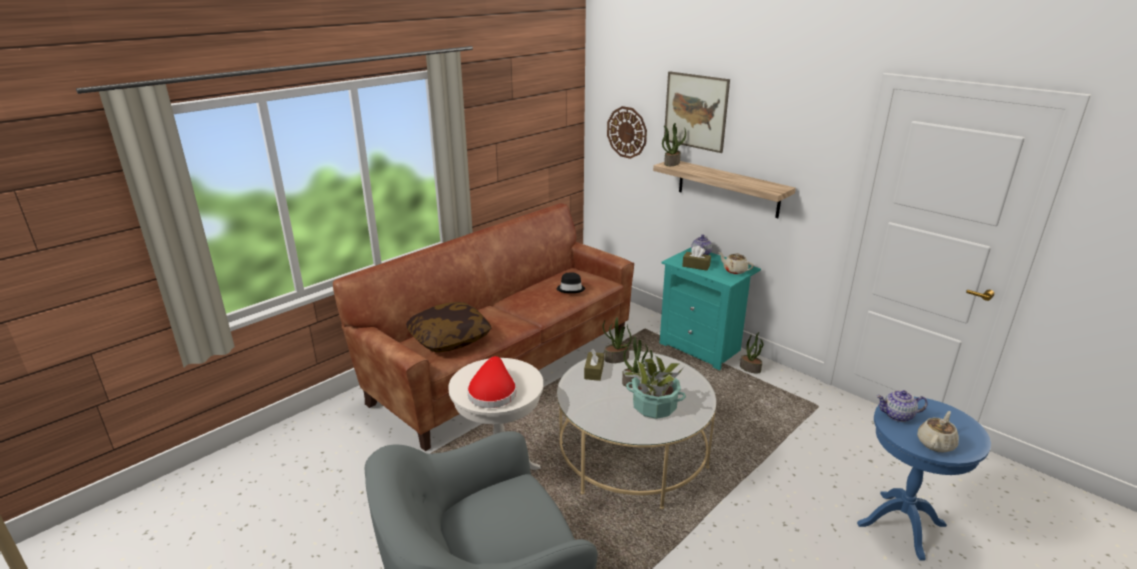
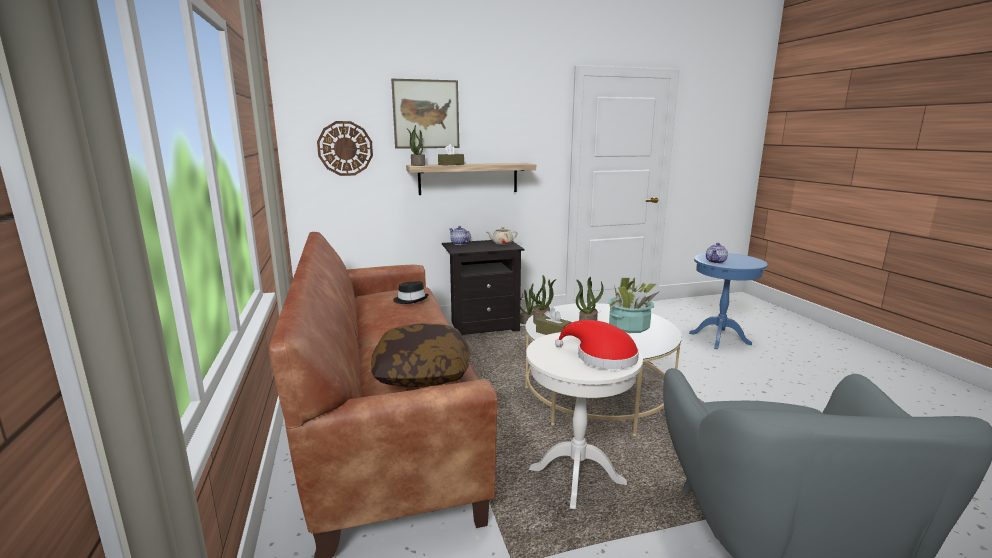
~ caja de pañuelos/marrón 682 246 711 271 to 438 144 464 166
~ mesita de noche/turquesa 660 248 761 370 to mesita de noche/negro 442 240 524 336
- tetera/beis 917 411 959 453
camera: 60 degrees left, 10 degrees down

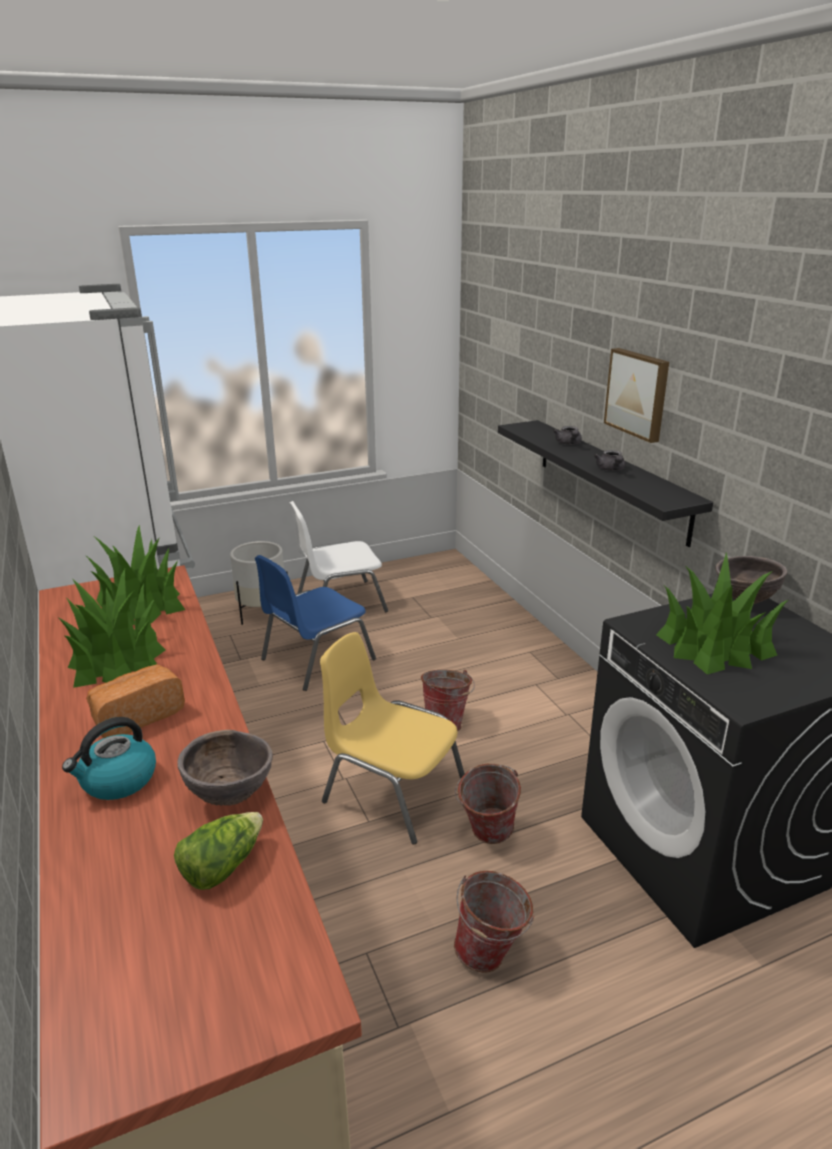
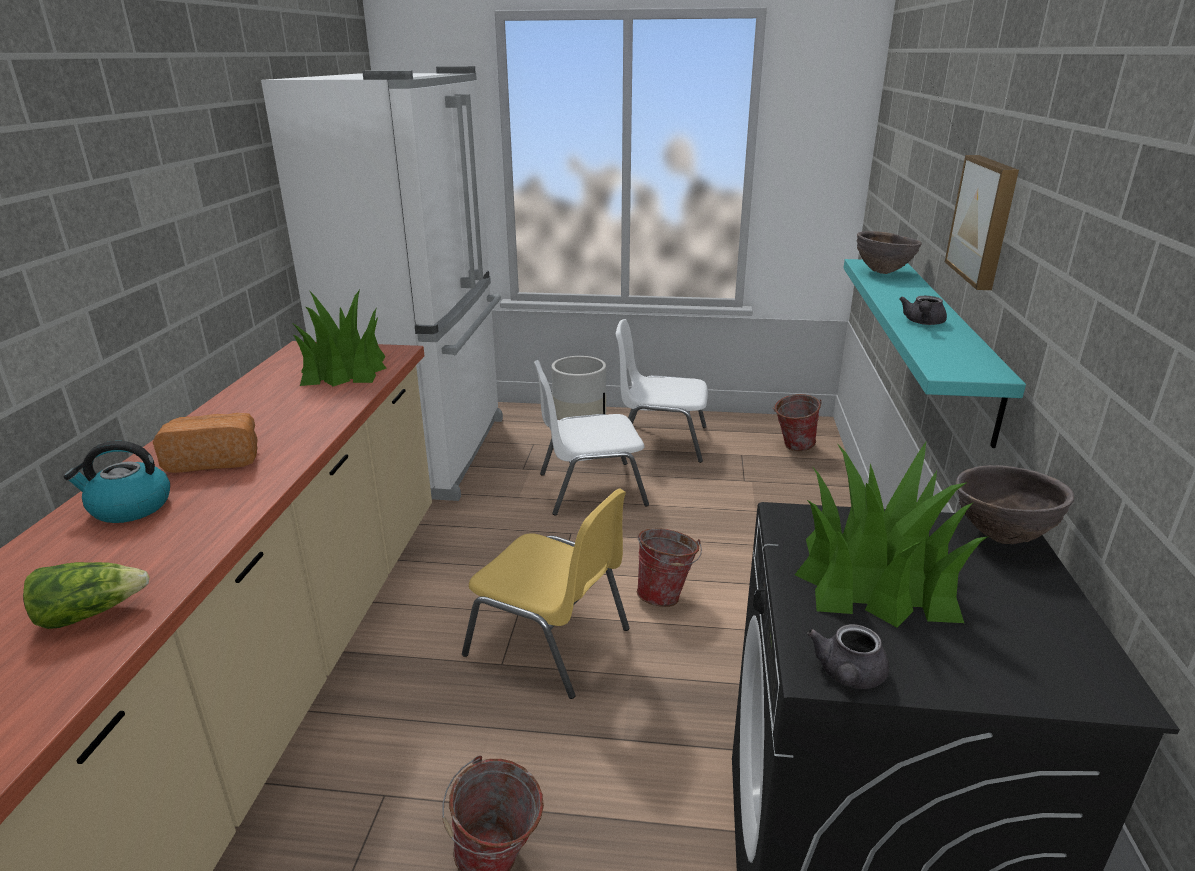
~ estante/negro 498 420 713 547 to estante/turquesa 843 259 1026 448
~ tetera/gris 553 426 582 445 to 807 624 889 689
~ silla/azul 255 555 376 691 to silla/blanco 534 360 649 516
- planta en maceta 59 569 165 688
~ silla/amarillo 320 632 465 844 = 462 489 630 699 150 degrees clockwise
~ cuenco/marrón 177 730 273 806 to 857 231 922 274
~ cubo 455 764 521 844 to 773 394 822 451
camera: 30 degrees right, 0 degrees up

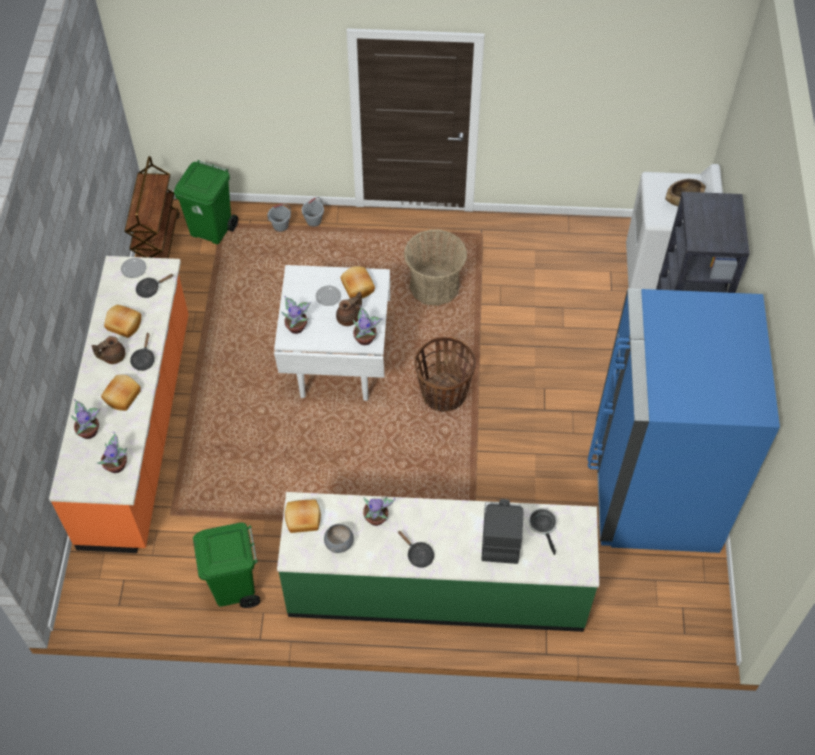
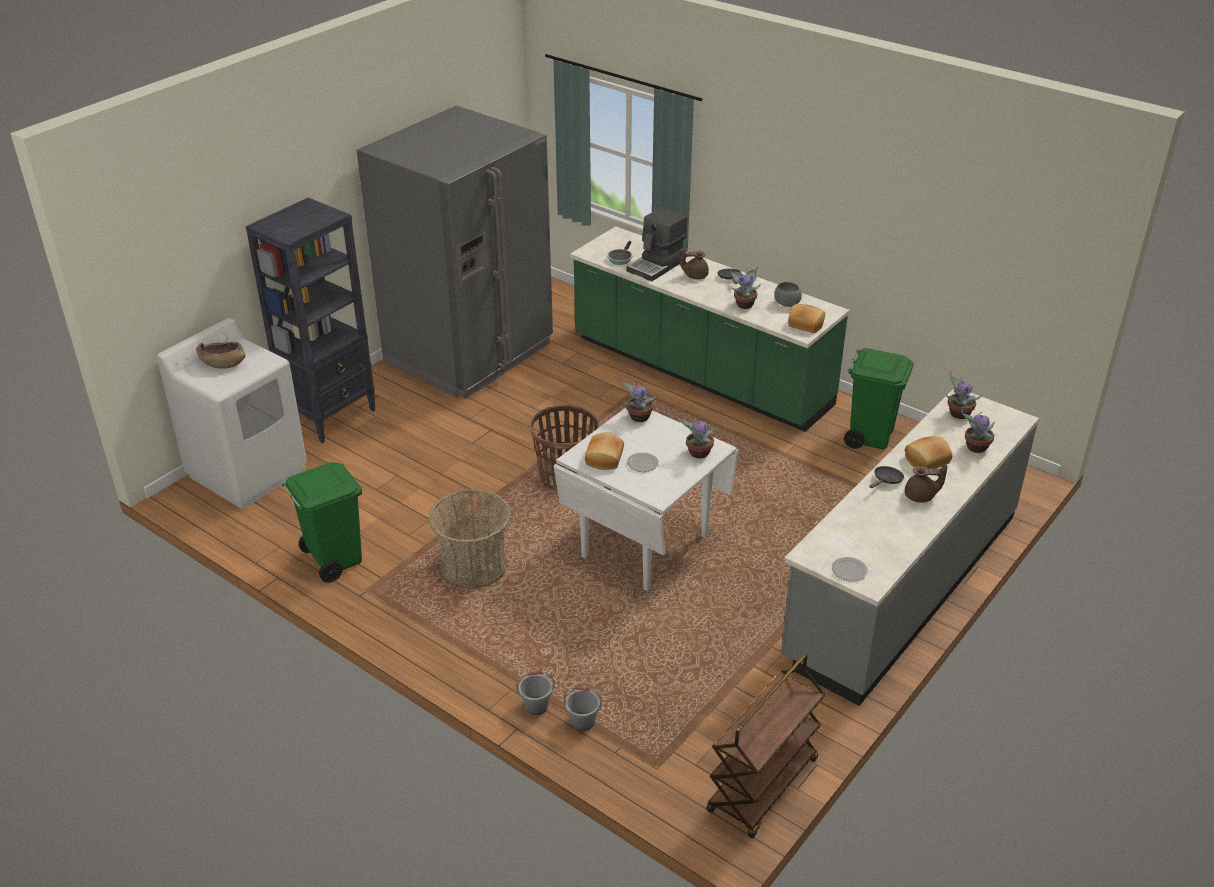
~ papelera/verde 174 160 238 244 to 282 462 362 583
~ mueble bajo de cocina/naranja 49 256 189 553 to mueble bajo de cocina/gris 781 388 1039 706
- sartén/negro 136 274 173 298
~ nevera/azul 587 289 780 553 to nevera/gris 357 106 553 399
~ tetera/marrón 336 291 362 326 to 680 248 709 279
- pan 104 305 141 338
camera: 145 degrees left, 20 degrees down

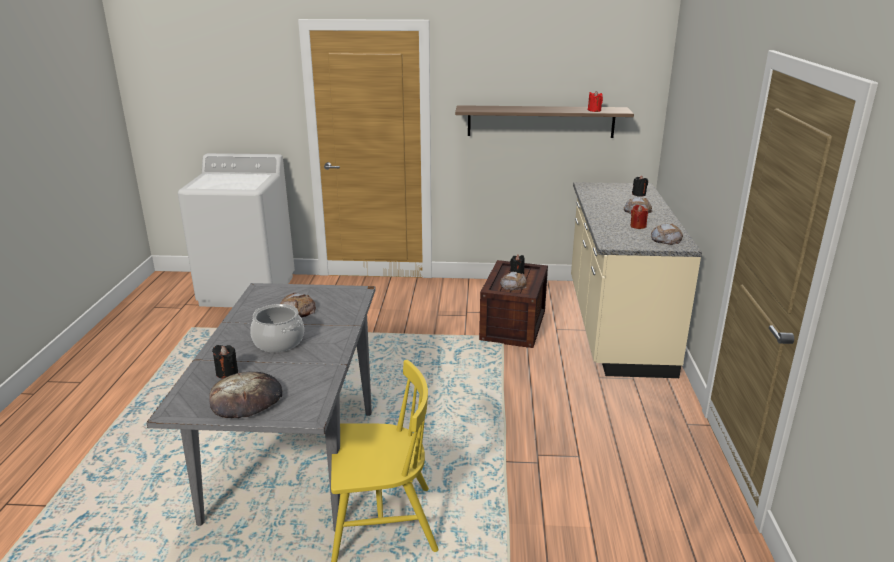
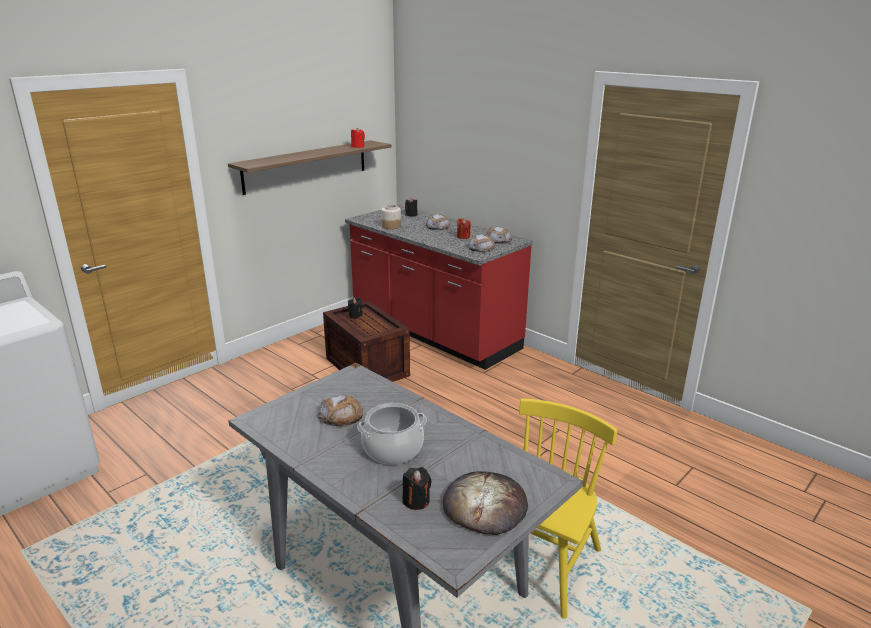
~ mueble bajo de cocina/beis 571 182 702 378 to mueble bajo de cocina/rojo 345 205 533 370
~ pan 500 272 527 291 to 469 234 495 252
+ tarro 381 204 401 229
camera: 50 degrees left, 0 degrees up

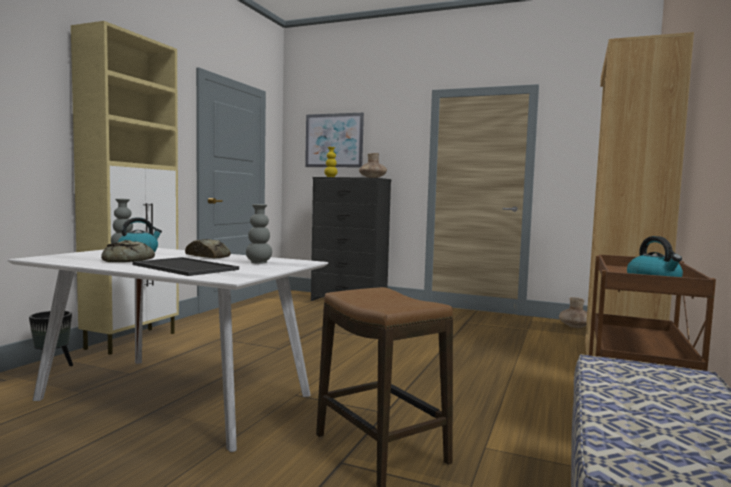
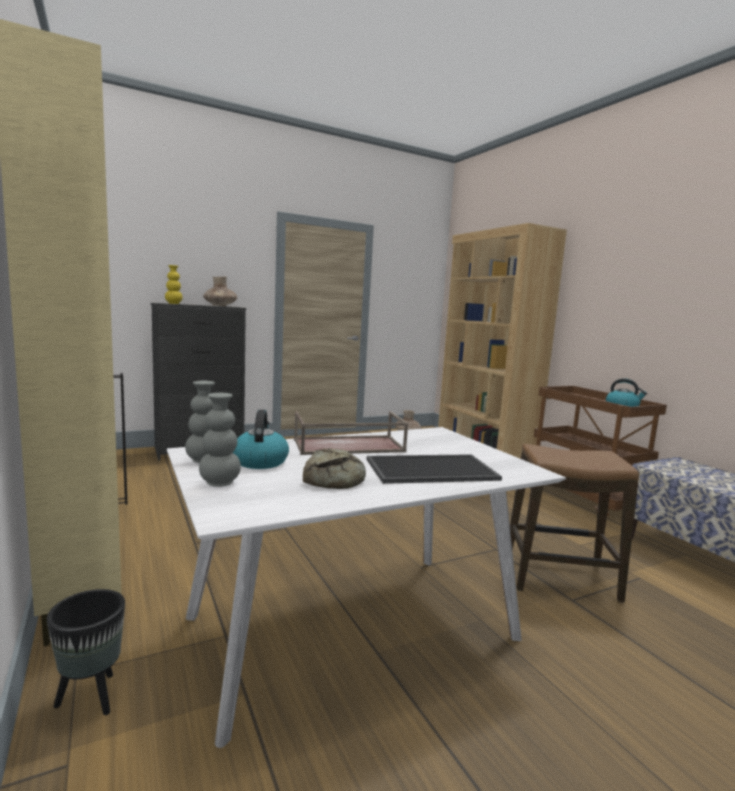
- cuadro 305 113 364 167
~ florero/gris 246 204 272 264 to 199 393 241 487
~ pan 185 239 231 258 to bandeja/marrón 294 411 409 455
camera: 50 degrees left, 5 degrees up

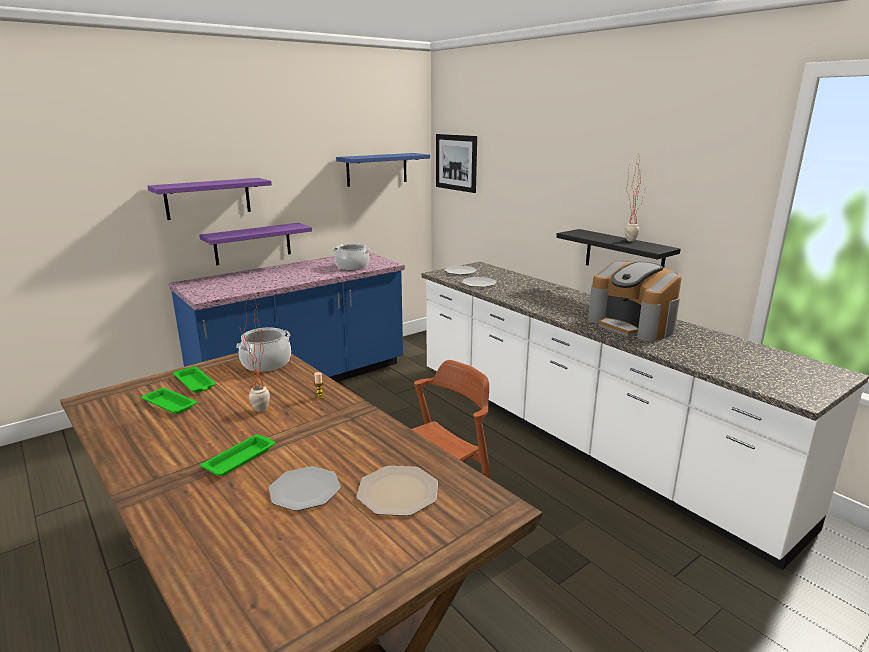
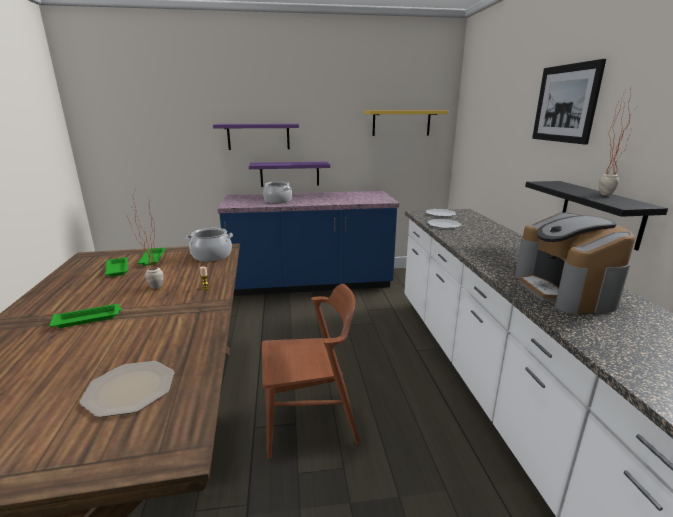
~ cuadro 436 134 477 193 to 532 59 606 145
~ estante/azul 336 153 430 187 to estante/amarillo 364 111 448 136
~ olla 333 243 371 270 to 263 182 292 203
- plato 269 466 341 511
camera: 30 degrees right, 0 degrees up

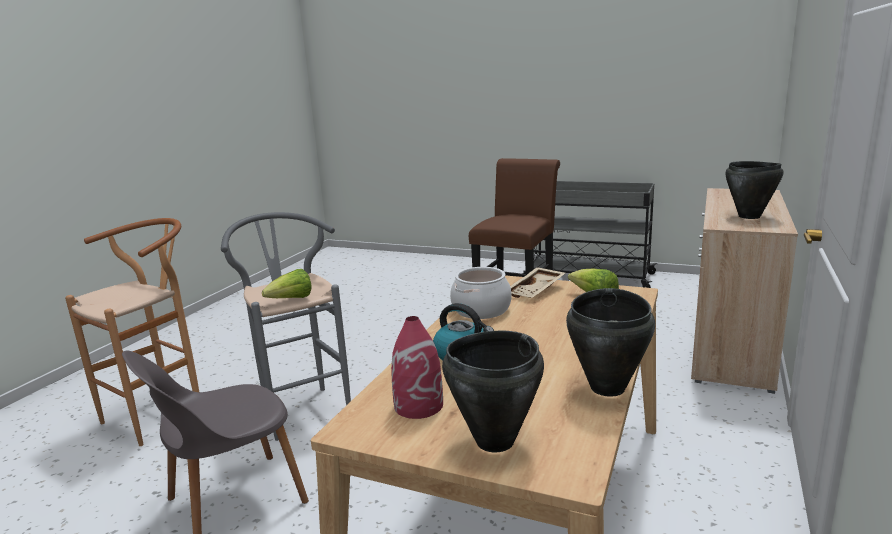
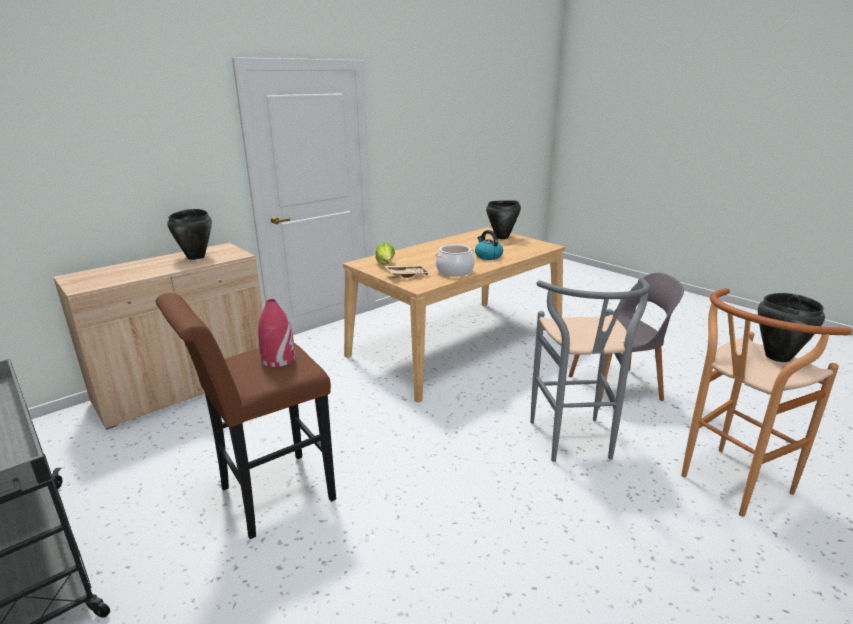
- lechuga 262 269 312 298
~ olla/negro 566 288 655 397 to 758 293 825 362
~ florero/rojo 391 316 443 419 to 258 299 295 367
camera: 155 degrees left, 5 degrees up

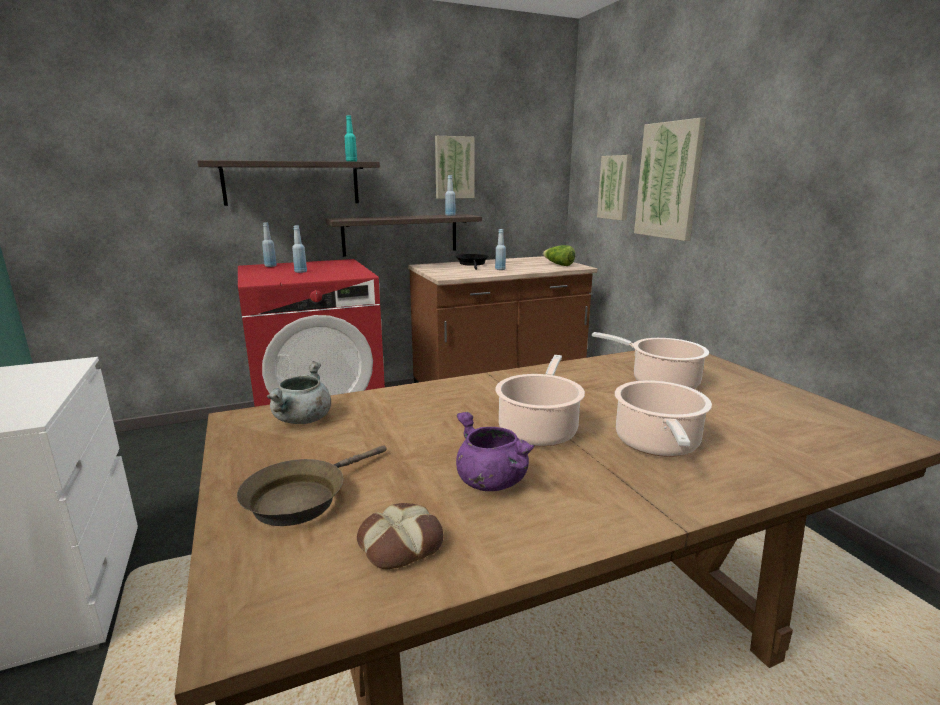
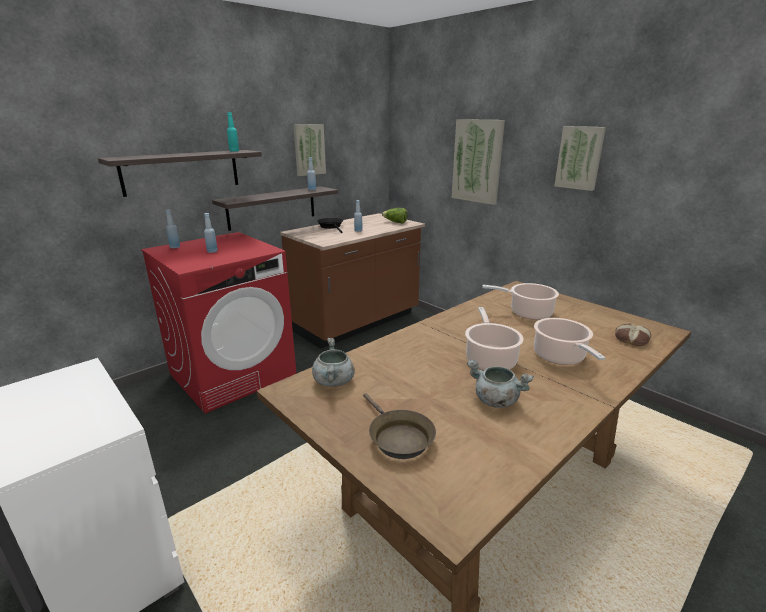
~ cuadro 597 155 632 220 to 554 126 606 191
~ olla/morado 456 412 535 491 to olla/gris 467 360 534 408
~ sartén/marrón 237 445 386 526 = 363 393 436 459 45 degrees counterclockwise
~ pan 357 503 444 569 to 615 323 651 346
camera: 20 degrees left, 5 degrees up

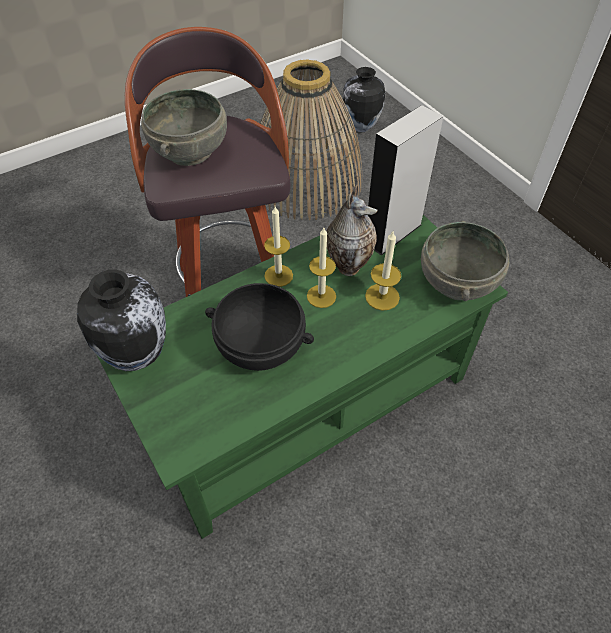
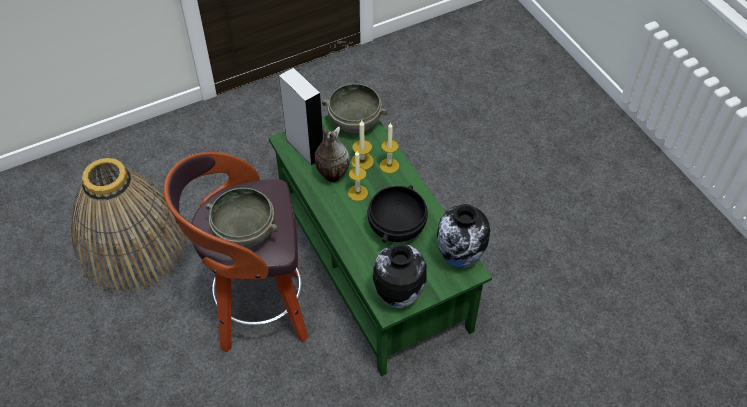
~ florero 343 67 385 132 to 437 204 490 268
~ vela 264 206 293 287 to 380 122 399 173
camera: 85 degrees left, 0 degrees up

